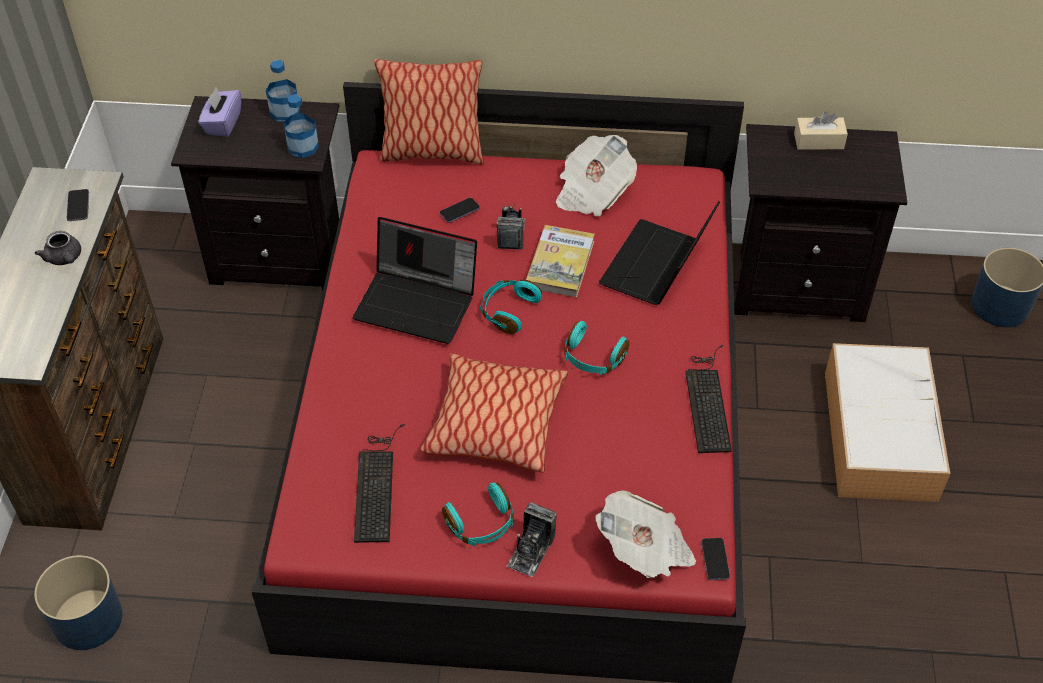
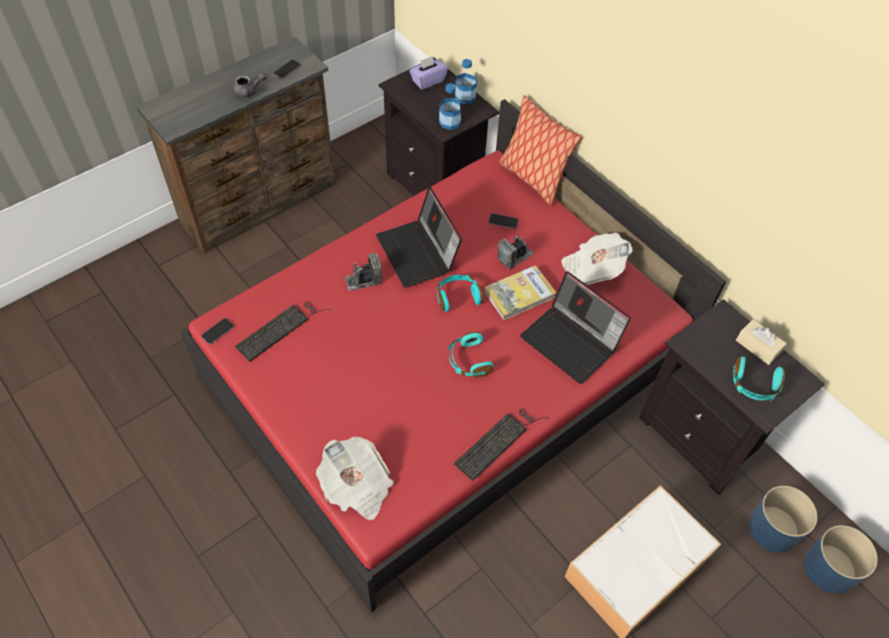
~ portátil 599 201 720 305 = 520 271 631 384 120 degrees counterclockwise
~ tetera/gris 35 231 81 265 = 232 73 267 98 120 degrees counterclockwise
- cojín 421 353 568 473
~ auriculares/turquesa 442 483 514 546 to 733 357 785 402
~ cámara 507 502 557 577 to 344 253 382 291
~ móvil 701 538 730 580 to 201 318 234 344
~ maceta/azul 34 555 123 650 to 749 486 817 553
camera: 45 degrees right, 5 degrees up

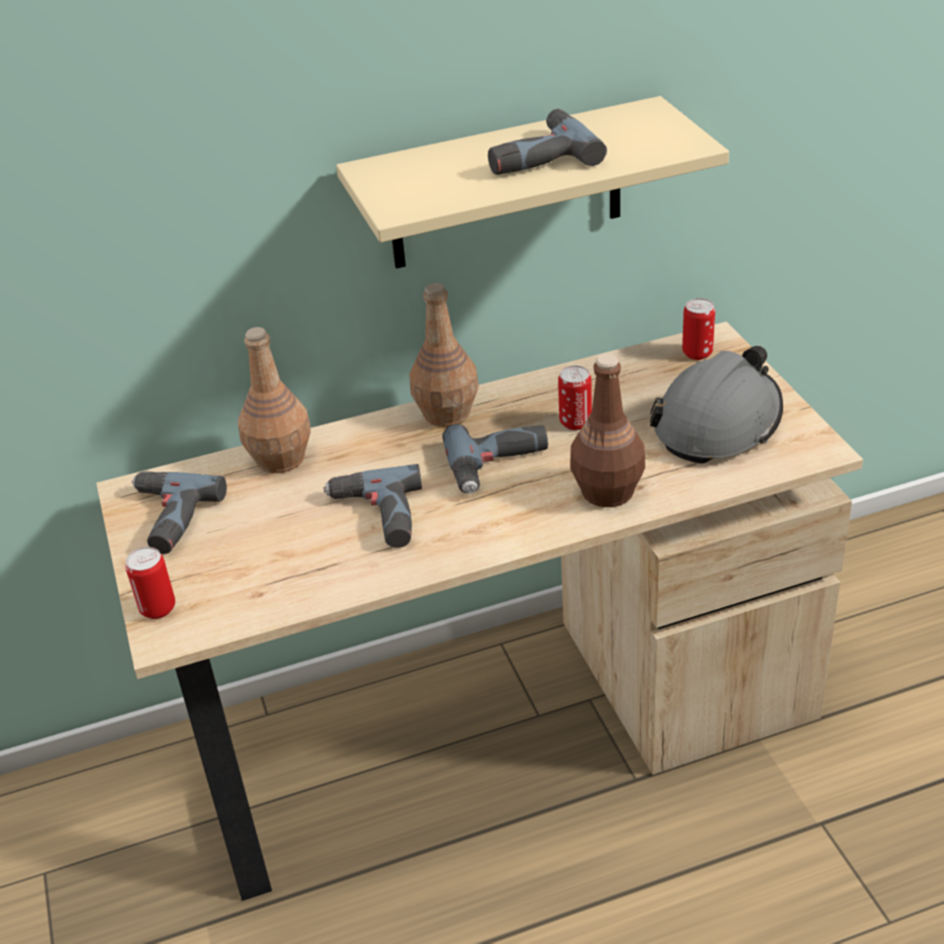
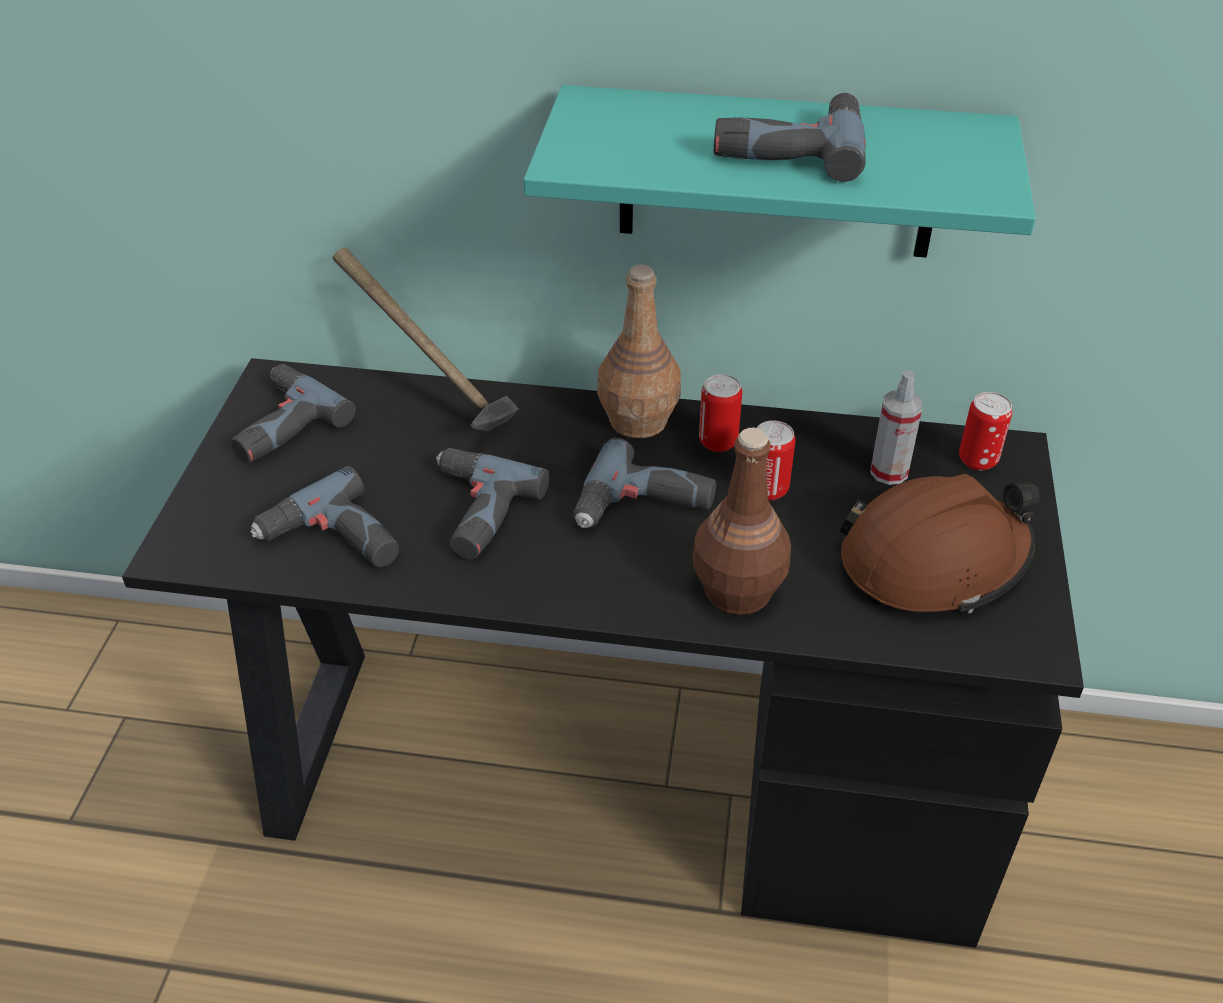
~ estante/beis 336 96 729 269 to estante/turquesa 523 85 1036 258
~ escritorio/beis 96 322 863 901 to escritorio/negro 122 358 1084 948
~ botella/marrón 238 327 311 473 to martillo 333 247 519 431
~ casco/gris 650 346 783 464 to casco/marrón 839 474 1040 614
~ lata 125 547 175 619 to 699 374 742 452
+ pulverizador 870 371 923 485
+ taladro 250 466 399 567
camera: 25 degrees right, 5 degrees up

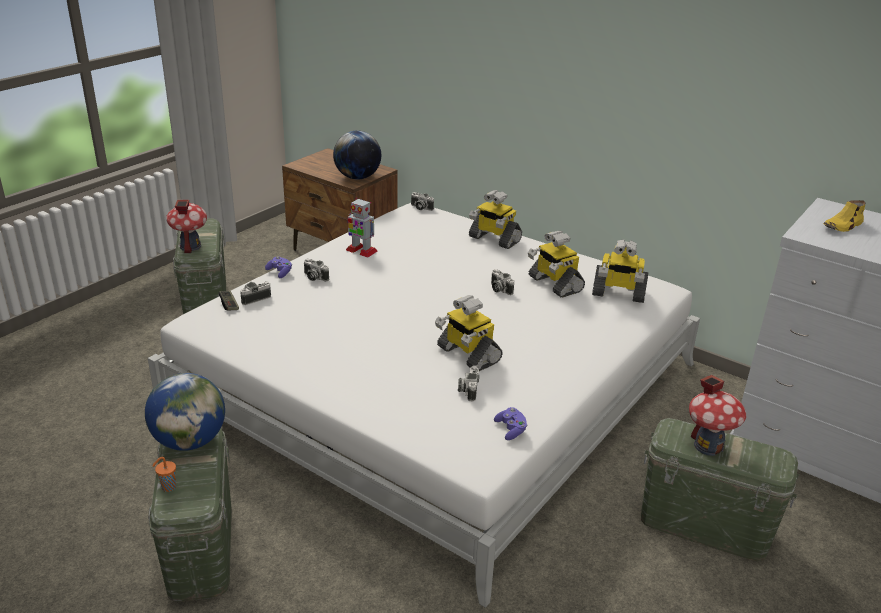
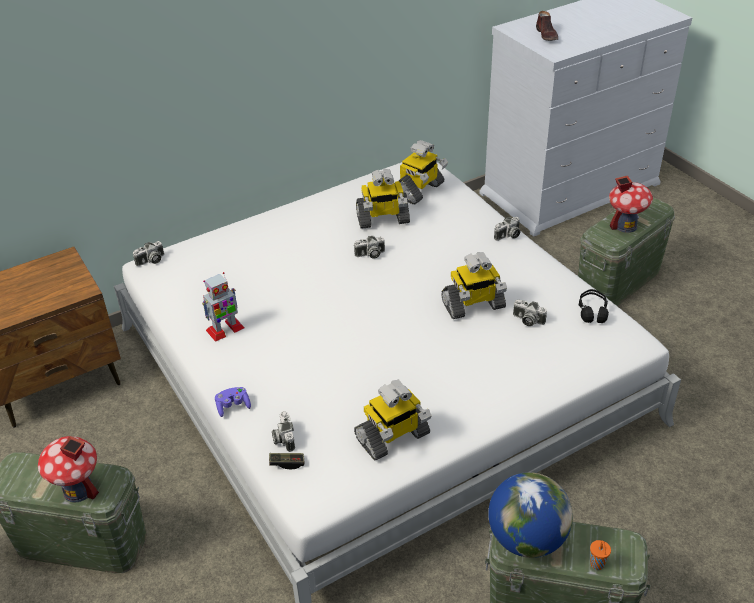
- globo terráqueo 333 131 381 179
~ robot de juguete 469 190 522 249 to 354 380 432 460
~ zapato/amarillo 823 200 866 232 to zapato/marrón 536 11 558 41
~ cámara 304 259 329 281 to 494 216 520 241
~ mando de consola/morado 494 407 527 440 to auriculares/negro 579 289 609 323
camera: 65 degrees left, 10 degrees up

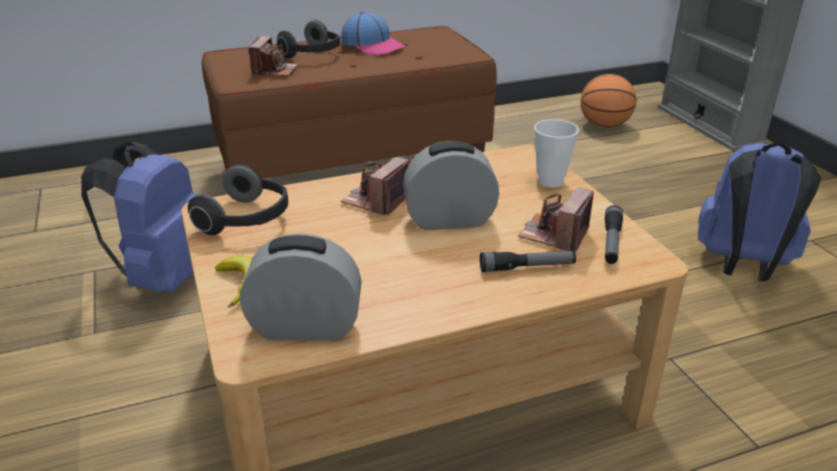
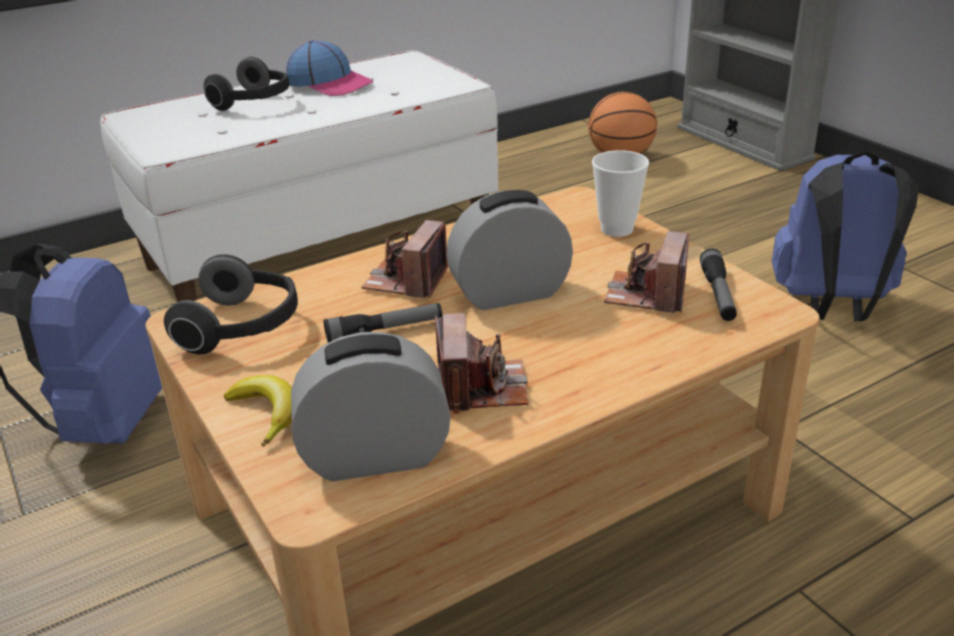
~ banco/marrón 202 26 497 179 to banco/blanco 100 50 498 302
~ cámara 249 36 298 76 to 435 313 529 414
~ linterna 480 251 576 272 to 323 303 442 343
camera: 10 degrees left, 0 degrees up

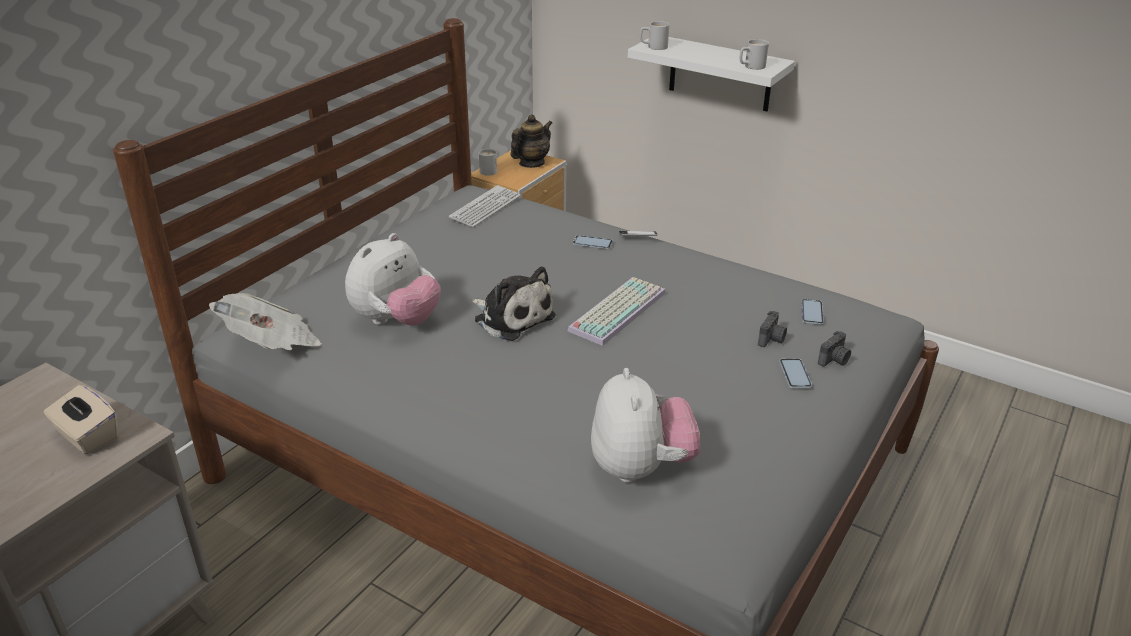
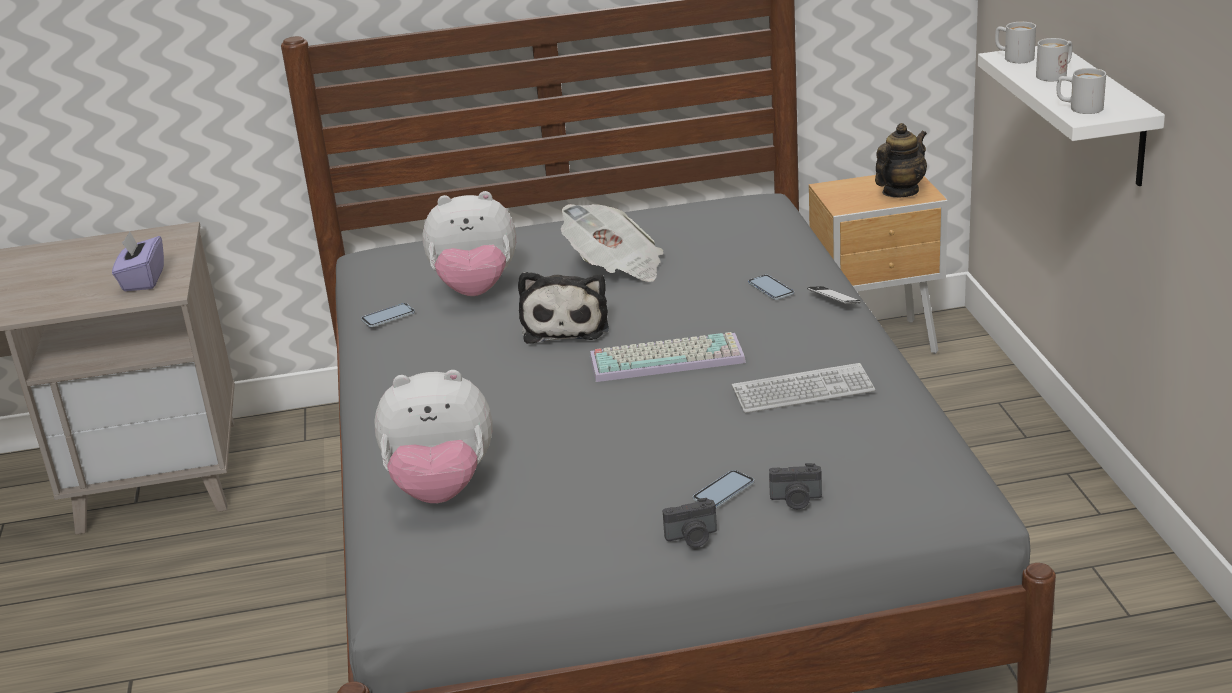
~ tetera 510 114 552 168 = 875 123 927 197 45 degrees counterclockwise
~ taza grande/blanco 479 149 497 176 to 1036 38 1072 81
~ teclado 449 185 521 227 to 732 363 875 413
~ periódico 209 293 322 350 to 560 204 663 282
~ móvil 801 299 824 325 to 361 303 415 327
~ cámara 758 311 787 347 to 663 498 717 547
~ peluche 591 368 700 483 = 374 370 493 503 45 degrees clockwise
~ caja de pañuelos/beis 44 385 118 455 to caja de pañuelos/morado 112 231 164 291
camera: 50 degrees right, 5 degrees down

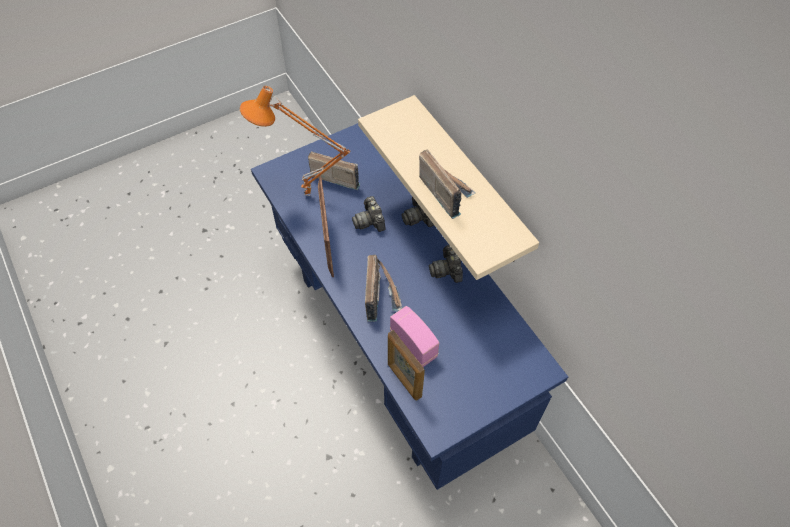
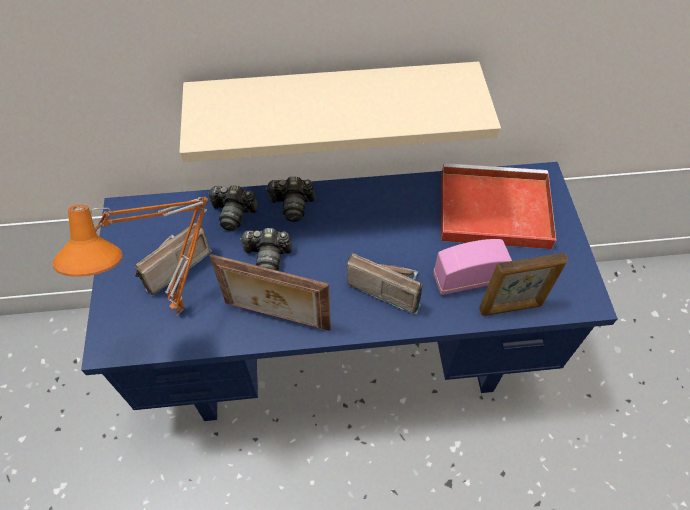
- radio 419 149 476 219
~ cámara 429 245 463 283 to 208 185 258 231
+ bandeja/rojo 441 163 556 249
camera: 65 degrees left, 0 degrees up

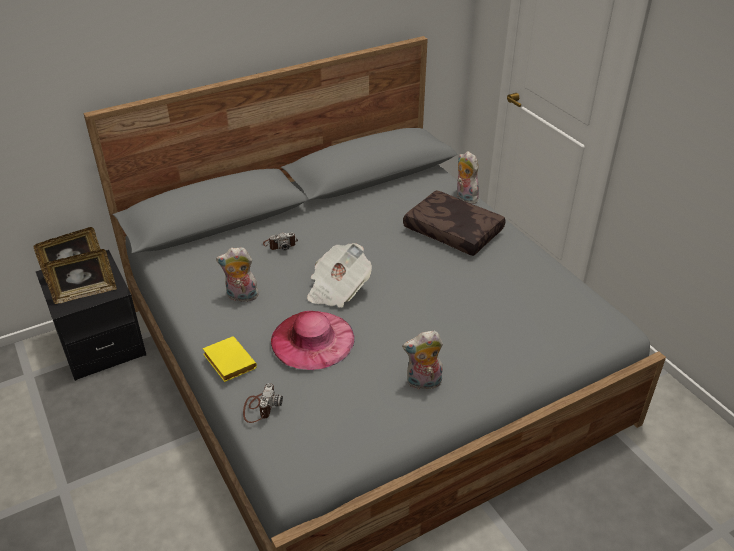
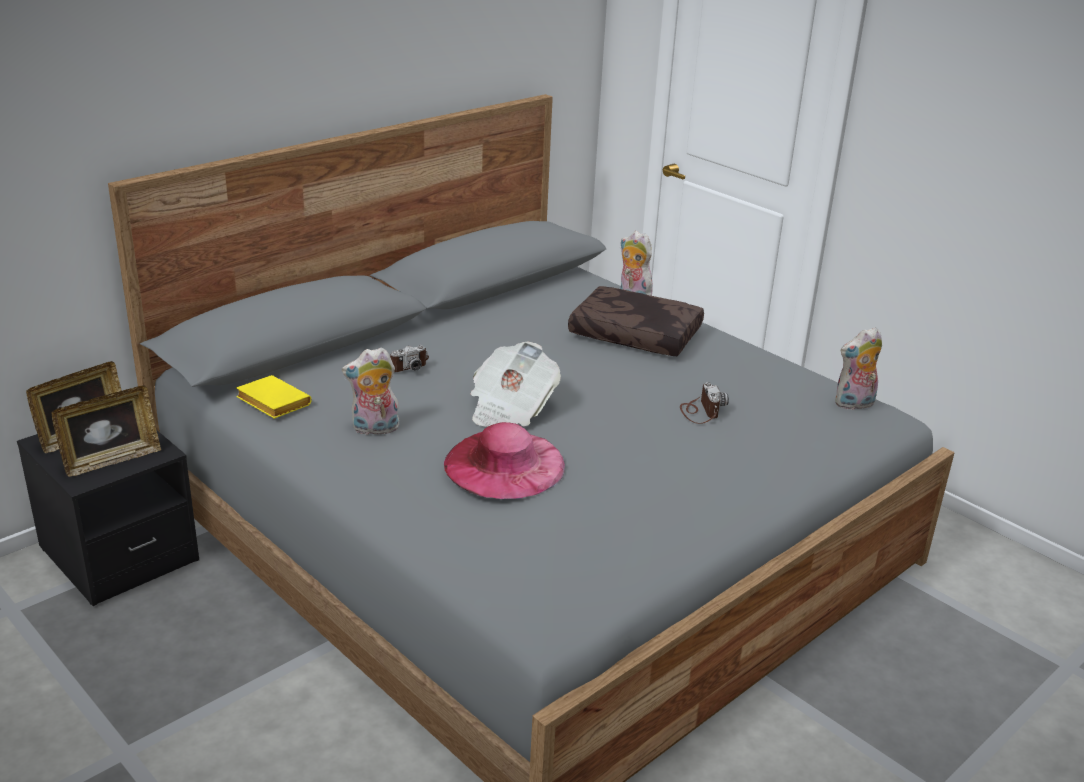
~ peluche 402 331 443 389 to 835 327 882 410
~ libro/amarillo 202 336 257 382 to 236 375 312 419
~ cámara 243 383 283 423 to 680 382 729 424
camera: 15 degrees left, 10 degrees down

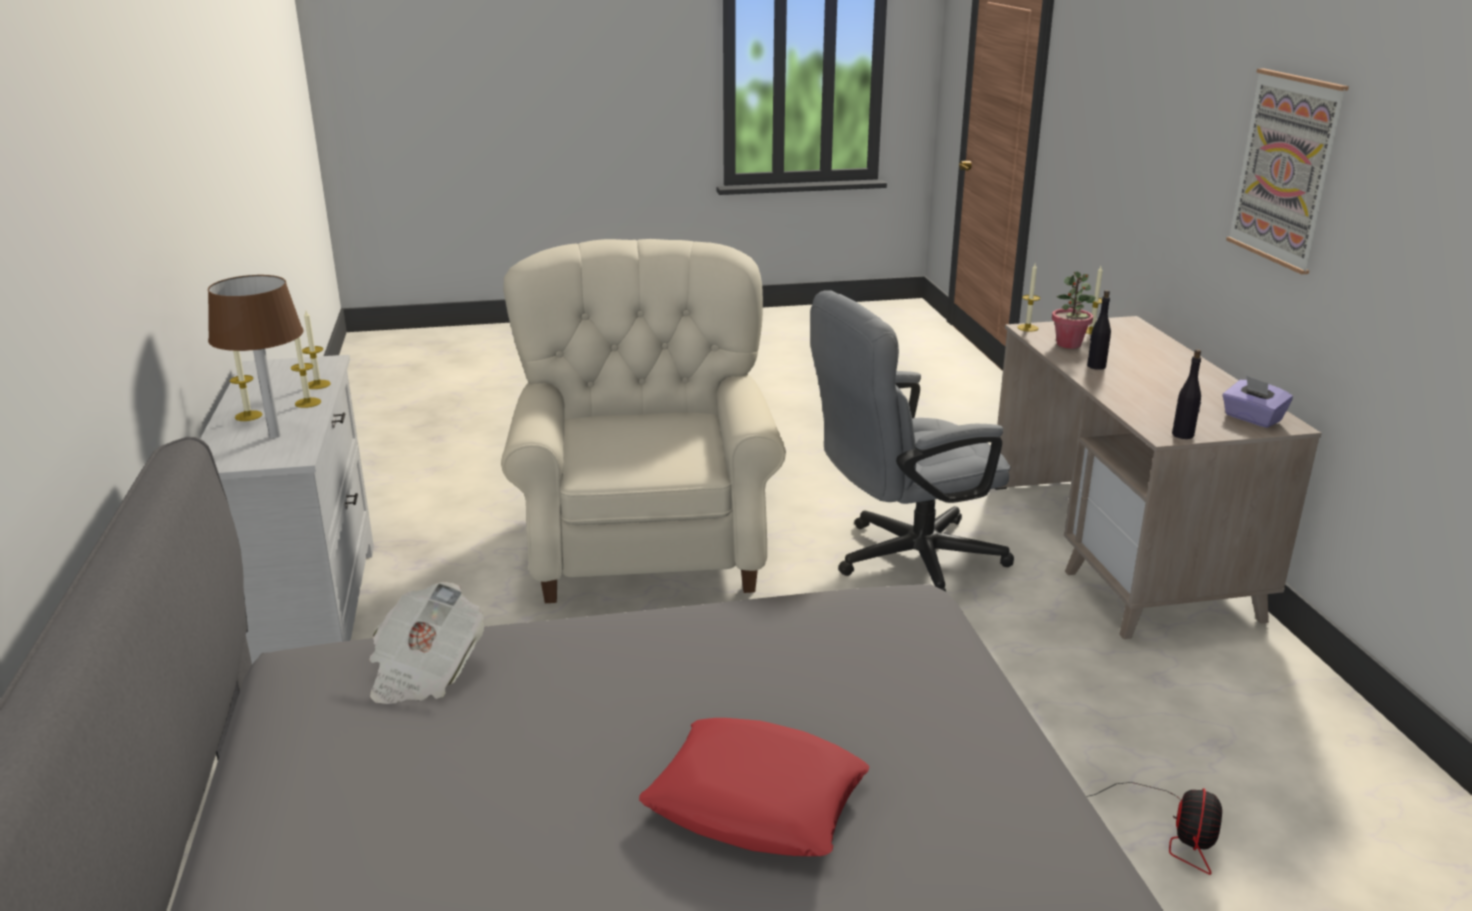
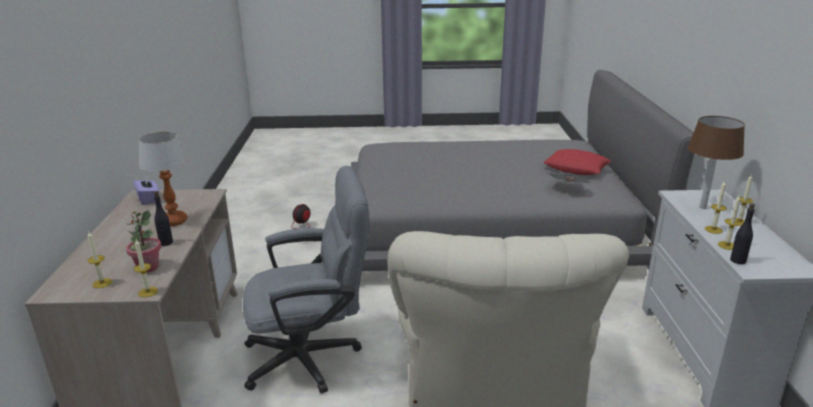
- cuadro 1226 69 1349 274
~ botella/negro 1172 349 1201 439 to 730 203 755 264
~ cojín/rojo 639 718 869 856 to 544 149 611 175
+ lámpara de mesa 138 132 187 226
camera: 170 degrees left, 0 degrees up

